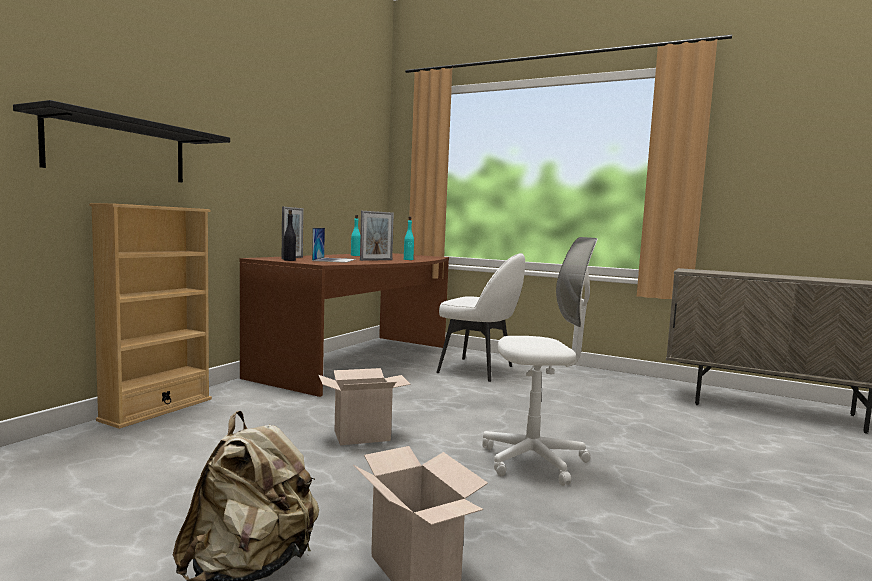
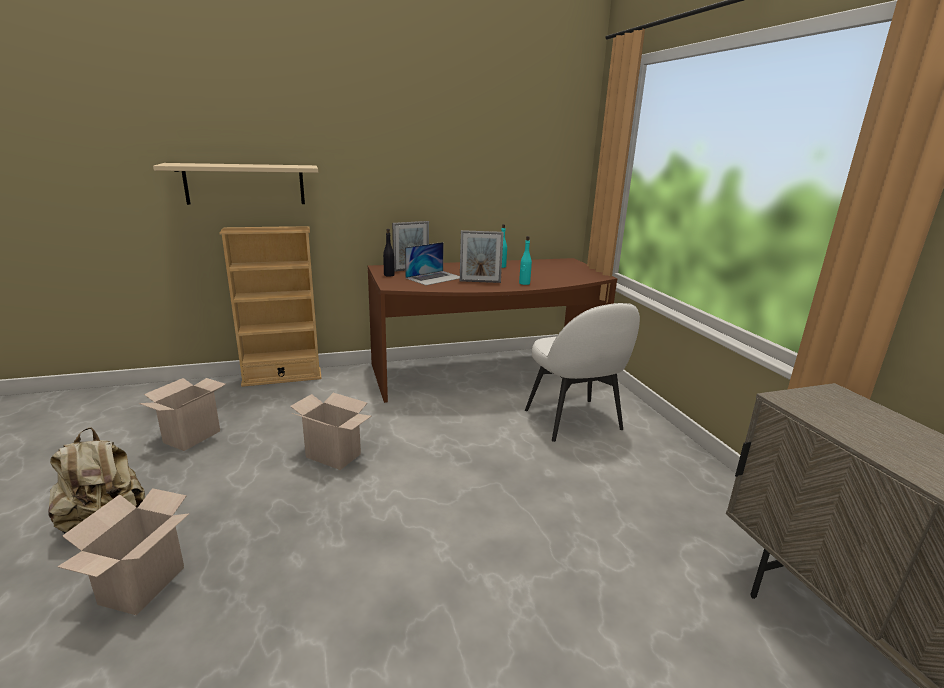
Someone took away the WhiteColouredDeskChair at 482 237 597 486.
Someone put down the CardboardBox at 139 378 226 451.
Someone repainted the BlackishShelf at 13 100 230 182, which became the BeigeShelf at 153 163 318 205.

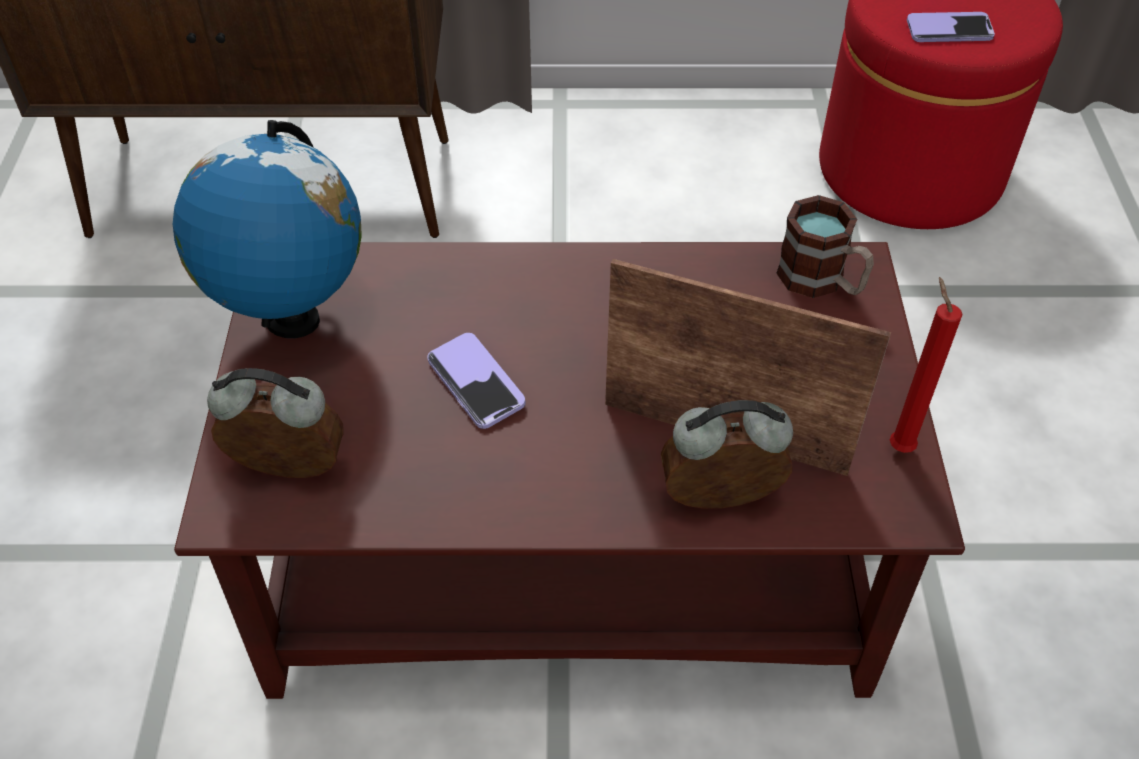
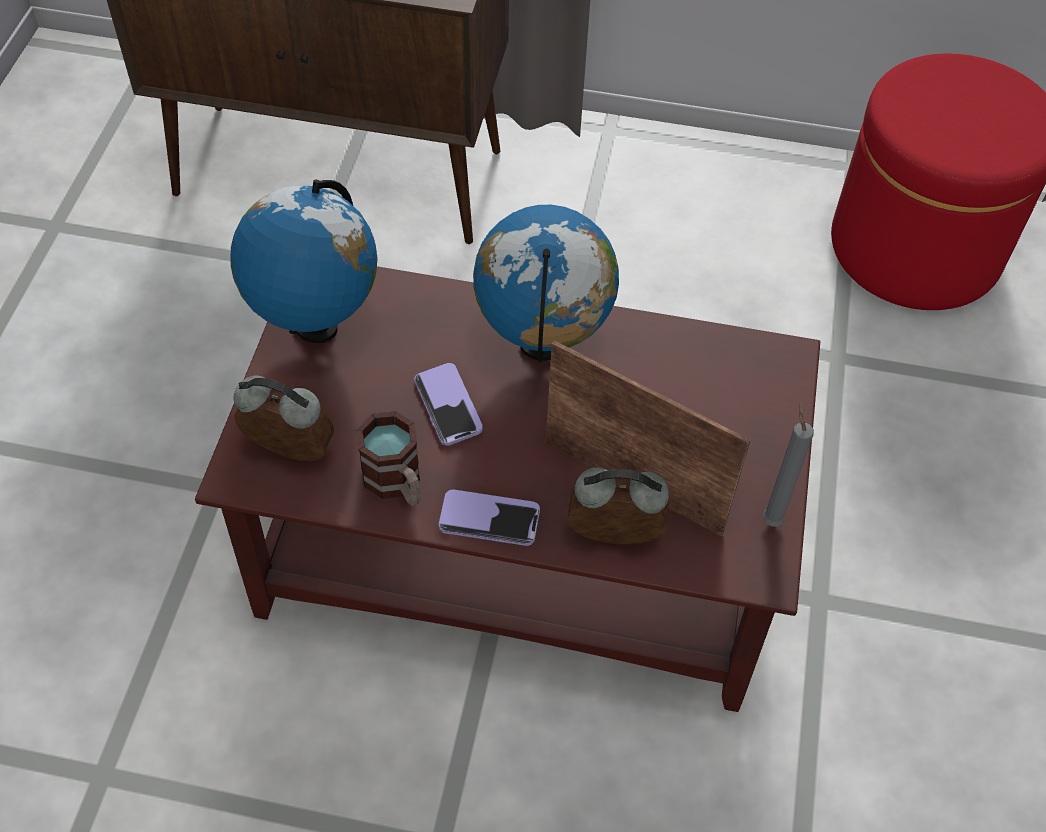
Someone put down the Globe at 473 205 619 362.
Someone carried the Mug from 776 195 874 298 to 356 411 420 506.
Someone carried the Phone from 907 12 995 42 to 439 489 540 546.
Someone repainted the RedWaxCandle at 890 277 963 453, which became the GreyishWaxCandle at 763 402 814 527.

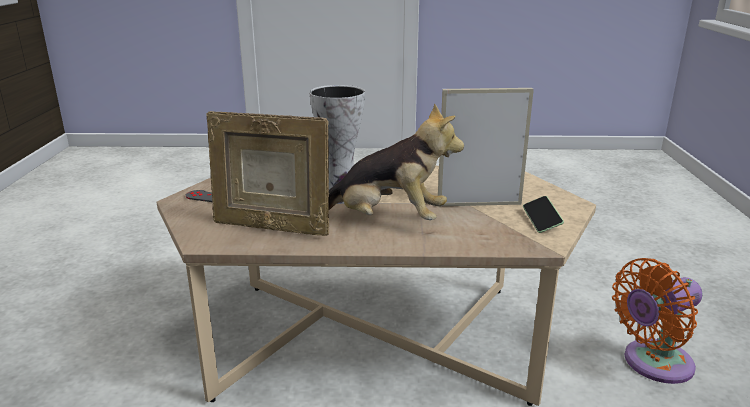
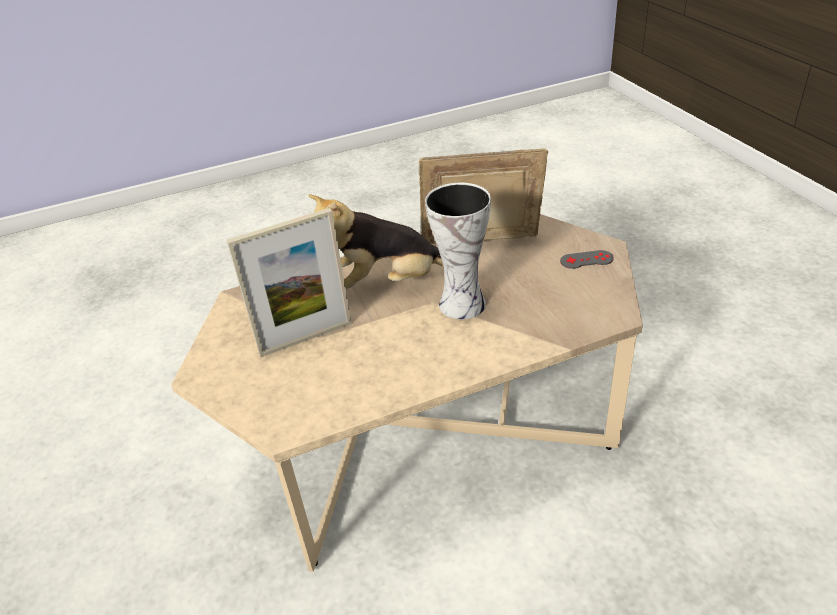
Someone took away the Phone at 523 196 564 233.
Someone took away the OrangeyCoolingFan at 612 258 702 384.

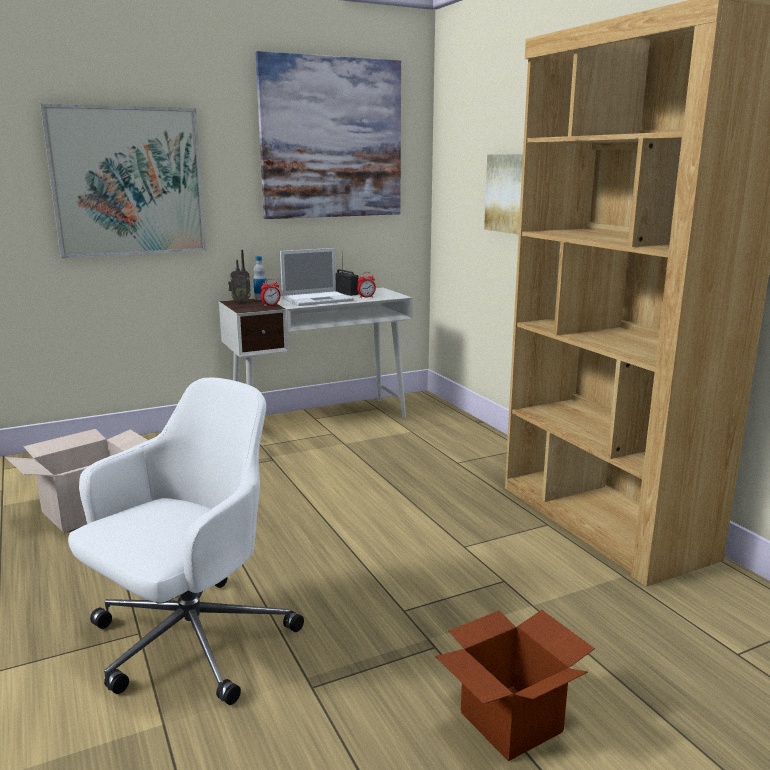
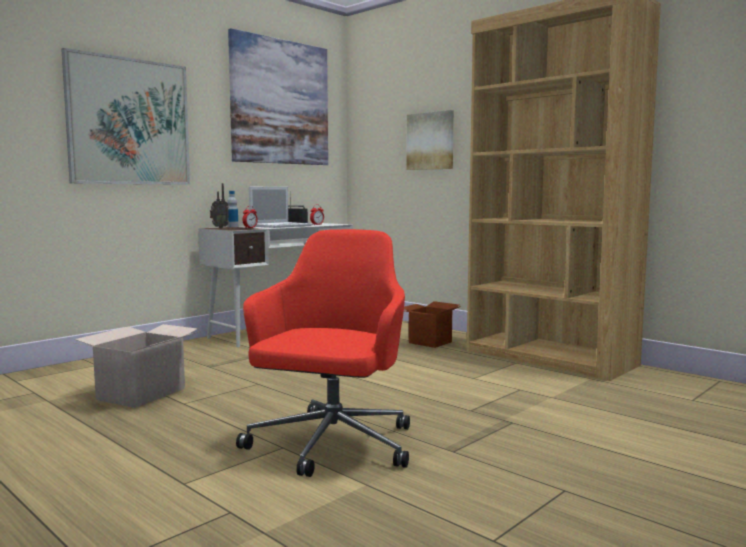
Someone carried the CardboardBox from 435 610 595 761 to 404 301 461 348.
Someone repainted the WhiteColouredDeskChair at 68 378 304 705, which became the RedDeskChair at 236 229 410 477.

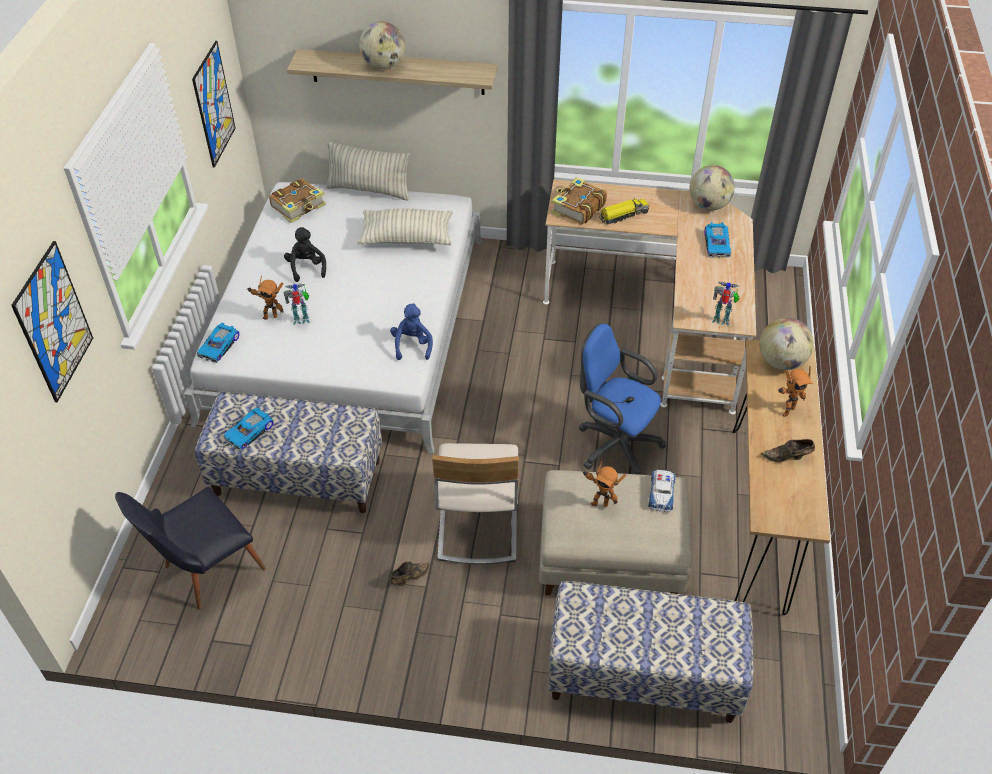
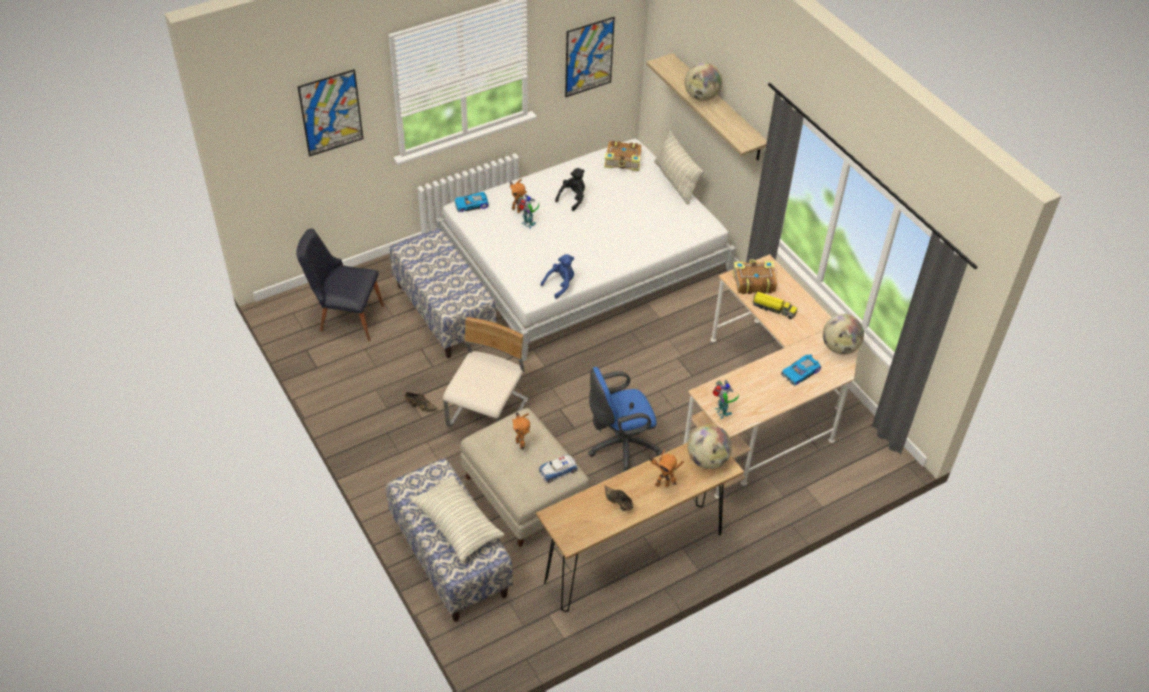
Someone took away the ModelCar at 224 407 274 451.
Someone carried the ThrowPillow from 358 208 453 245 to 410 474 505 562.
Someone rotated the BeigeChair at 432 443 519 564 by 150 degrees clockwise.
Someone rotated the BlueDeskChair at 579 323 666 475 by 105 degrees counterclockwise.

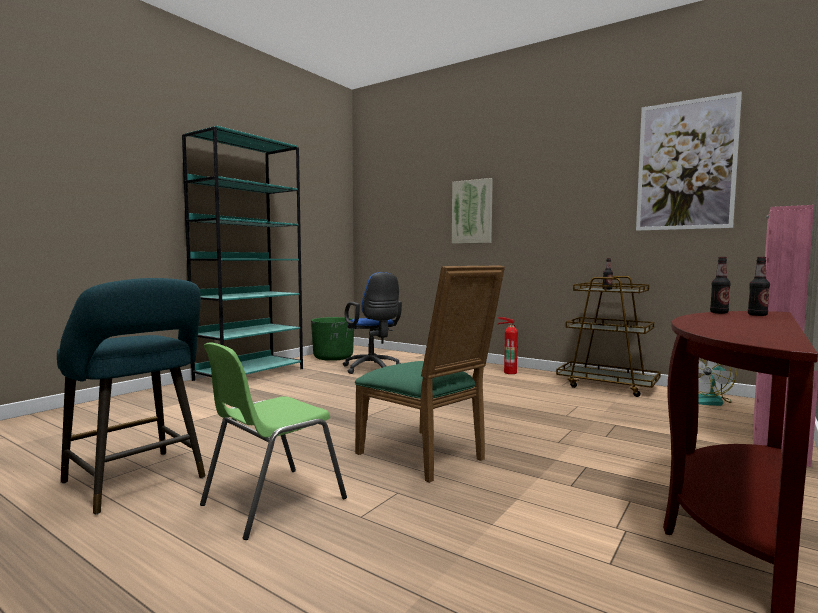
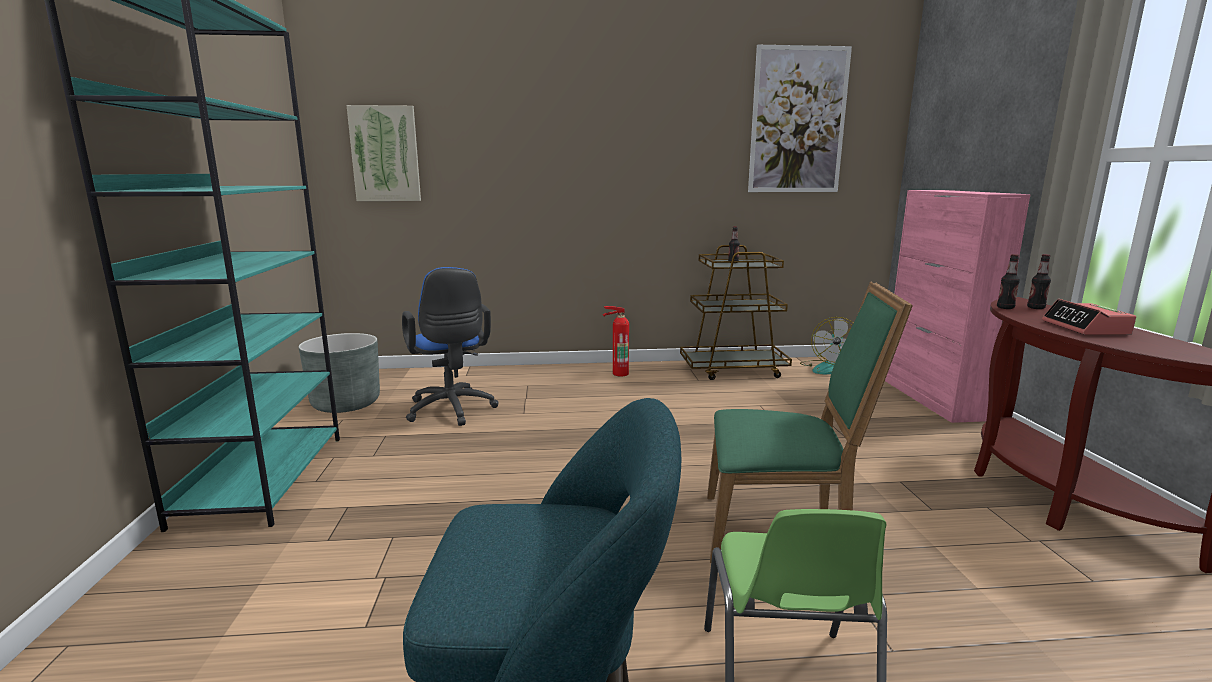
Someone put down the BedsideClock at 1042 299 1136 335.
Someone carried the Picture from 452 178 493 244 to 346 105 421 201.
Someone repainted the GreenishPlanter at 311 317 354 361, which became the GreyishPlanter at 299 333 380 413.
Someone rotated the BlueDeskChair at 343 272 402 374 by 45 degrees clockwise.

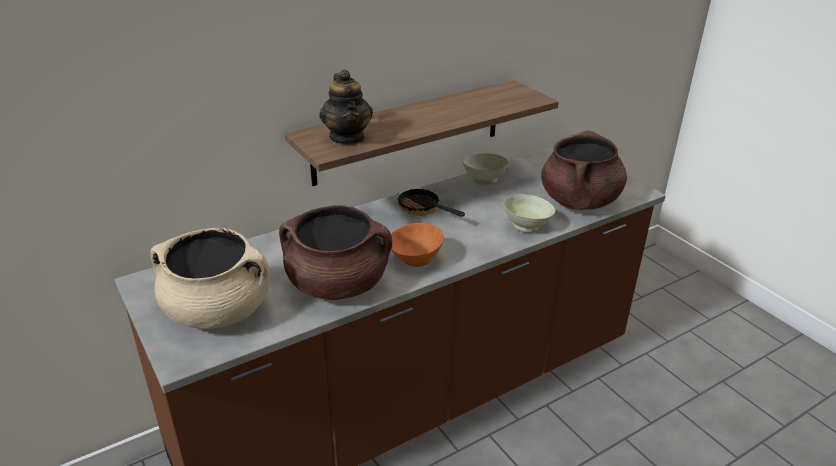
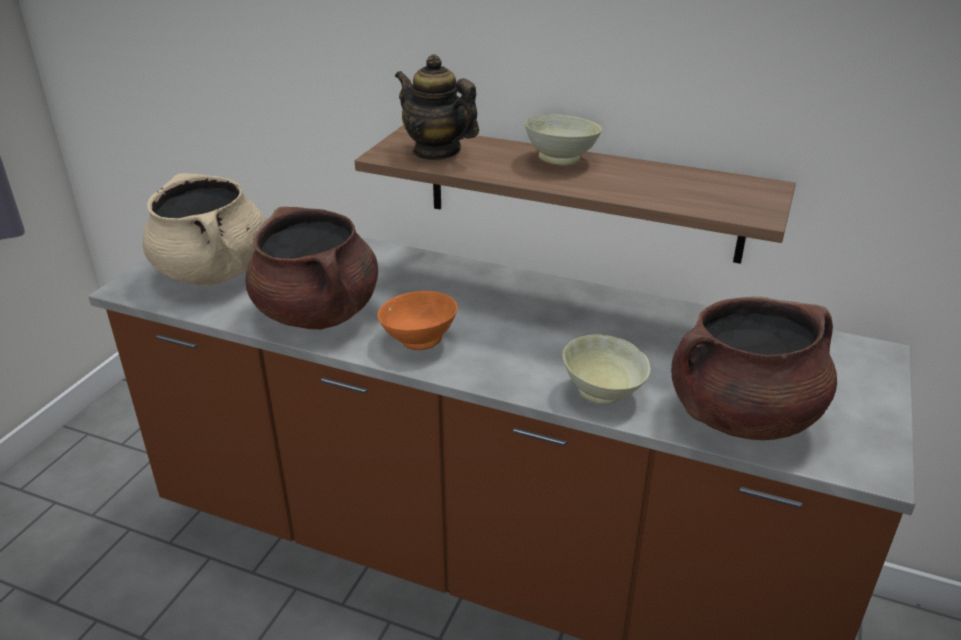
Someone took away the Skillet at 397 188 465 217.
Someone carried the BeigeBowl from 463 153 509 185 to 524 114 602 165.
Someone rotated the TeaPot at 319 70 373 145 by 90 degrees clockwise.

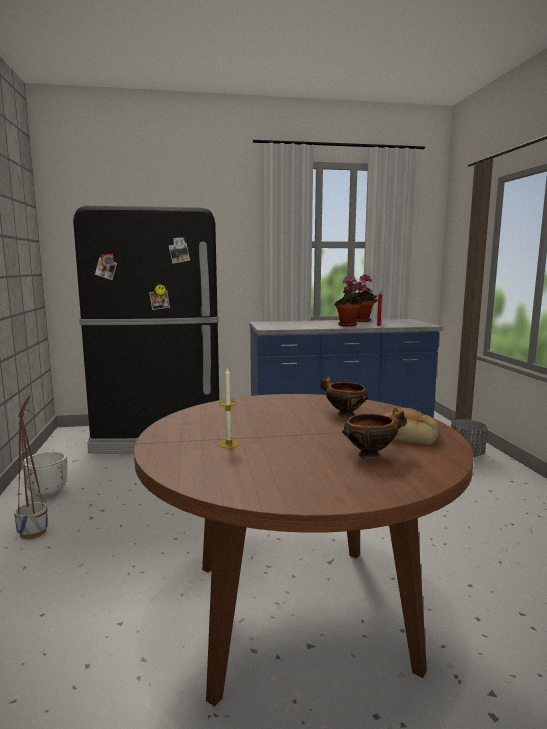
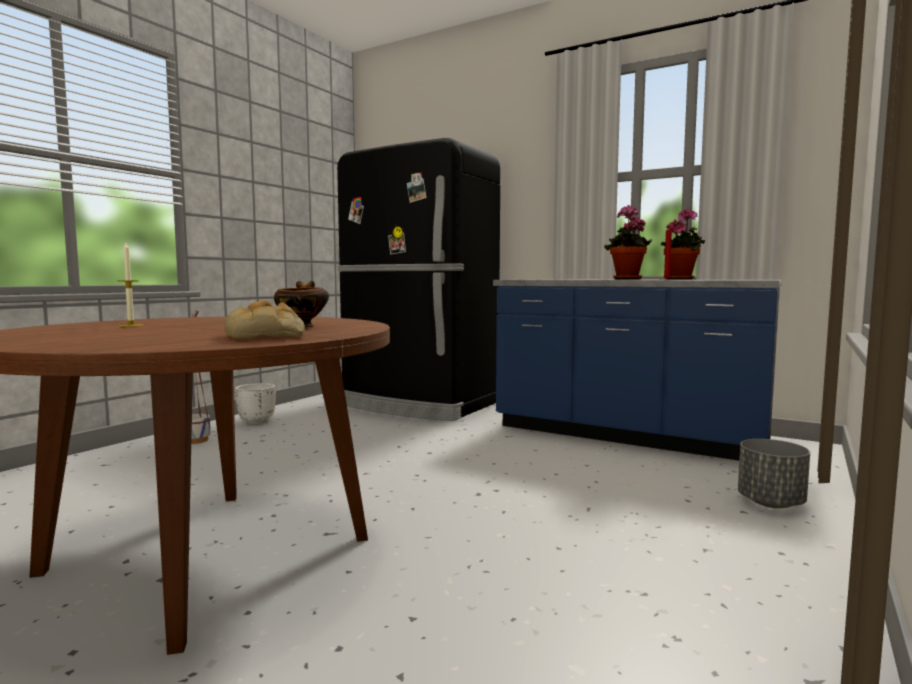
Someone took away the Bowl at 342 408 407 460.

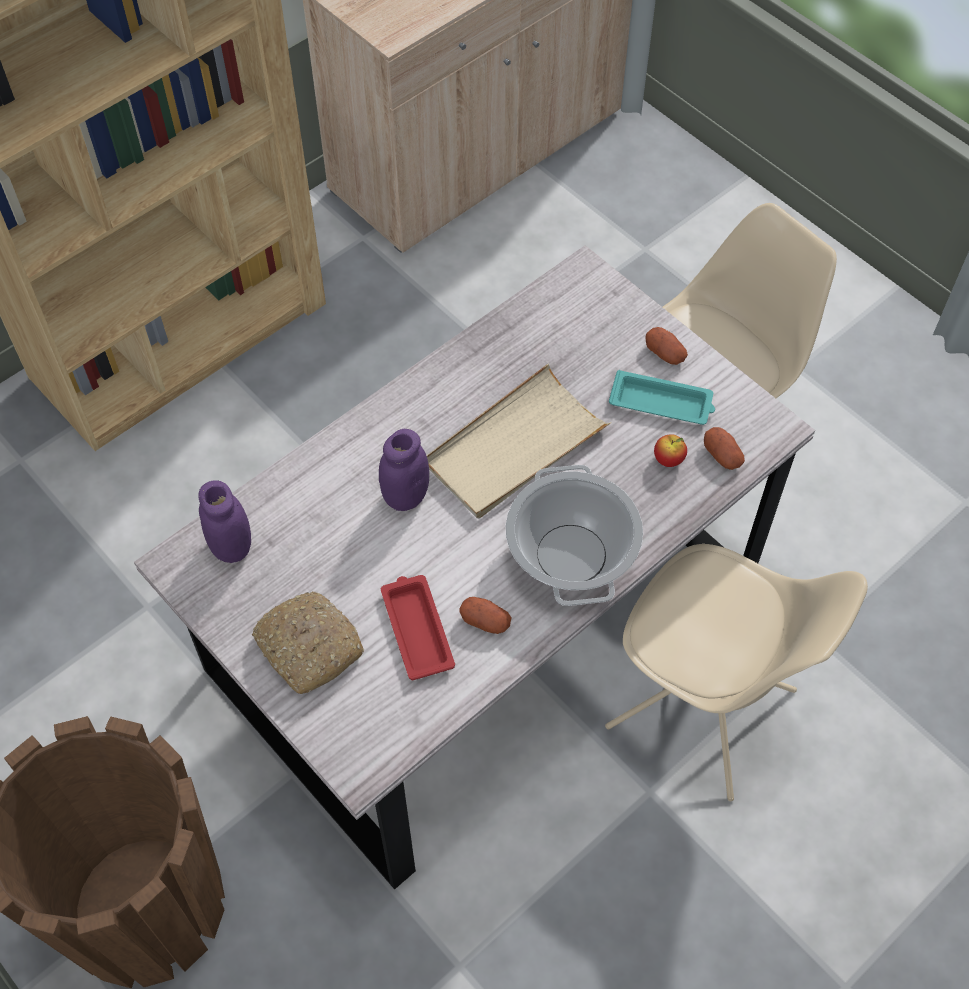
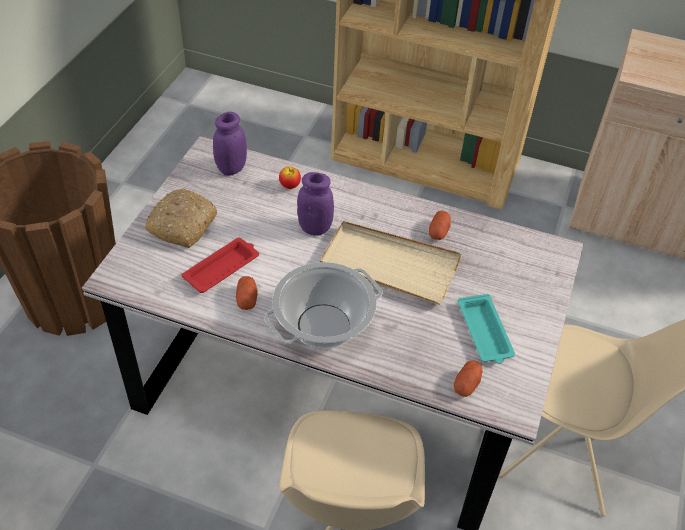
Someone carried the Potato from 645 327 688 365 to 429 210 451 240.
Someone carried the Apple from 654 434 687 467 to 279 166 301 189.

